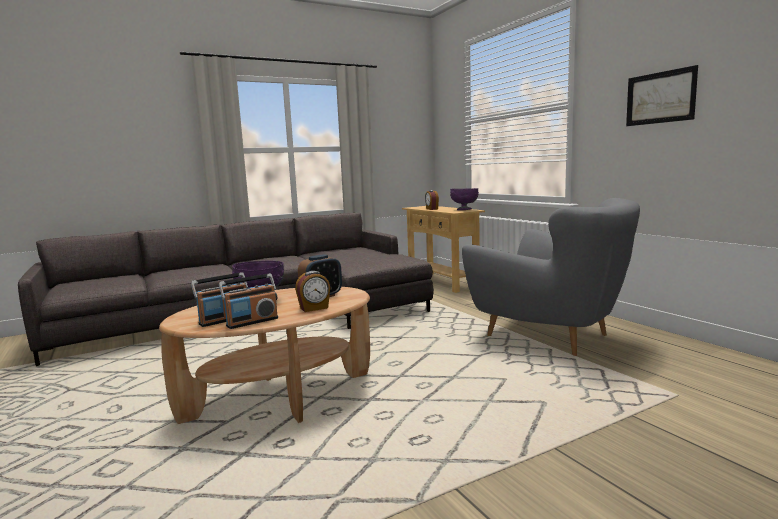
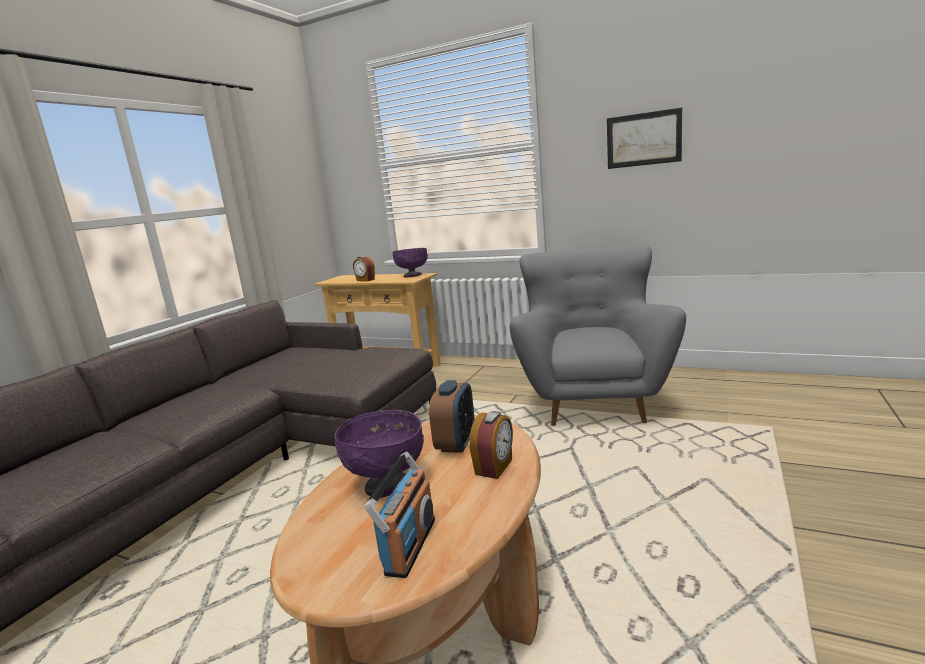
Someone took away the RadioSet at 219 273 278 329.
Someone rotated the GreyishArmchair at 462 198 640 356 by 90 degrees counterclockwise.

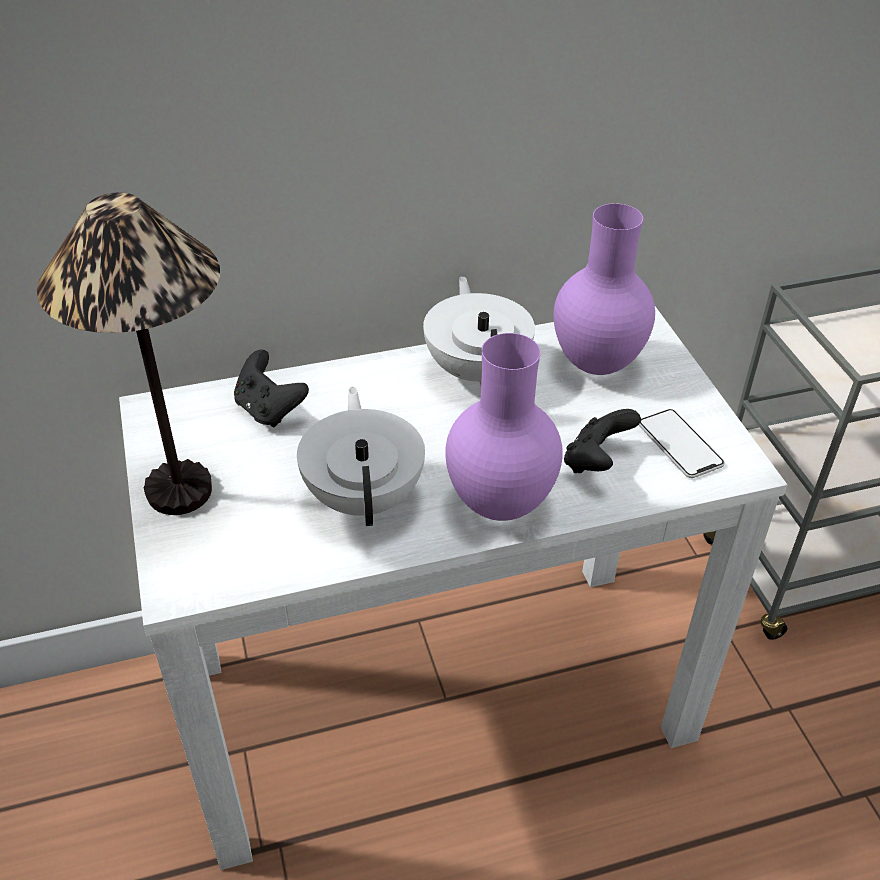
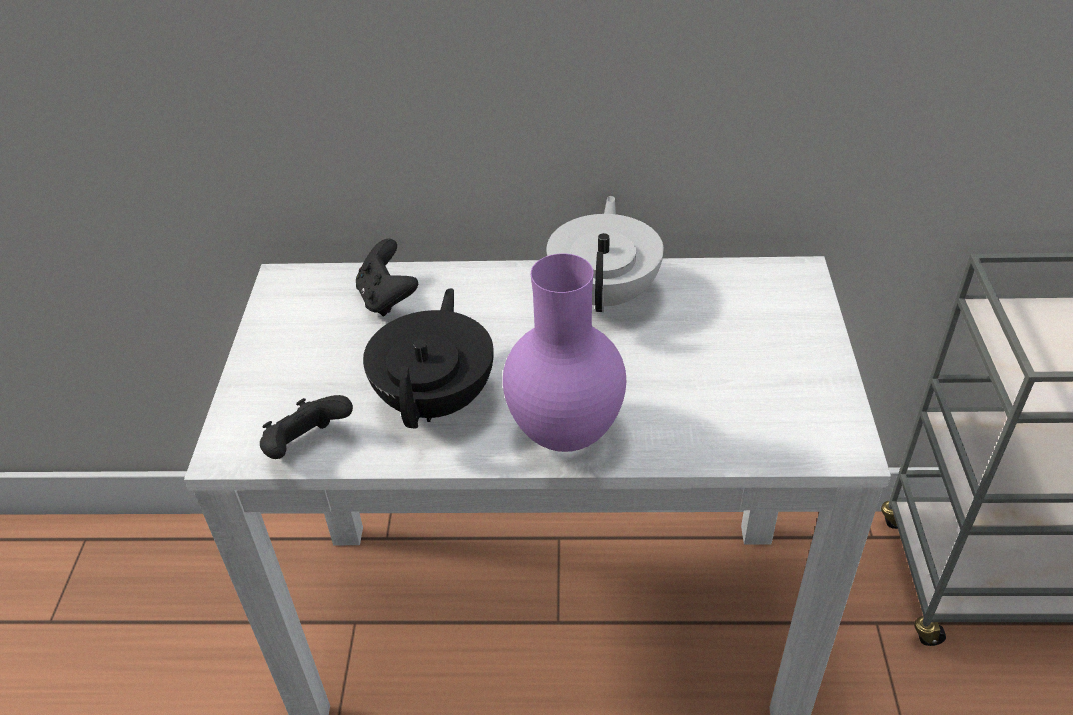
Someone took away the LampForATable at 37 192 220 515.
Someone took away the PurpleColouredVase at 554 203 655 375.
Someone took away the Phone at 639 409 725 478.
Someone carried the BlackishGameController from 564 409 641 473 to 260 395 353 459.
Someone repainted the WhiteColouredTeaPot at 297 387 425 526, which became the BlackishTeaPot at 363 288 494 429.

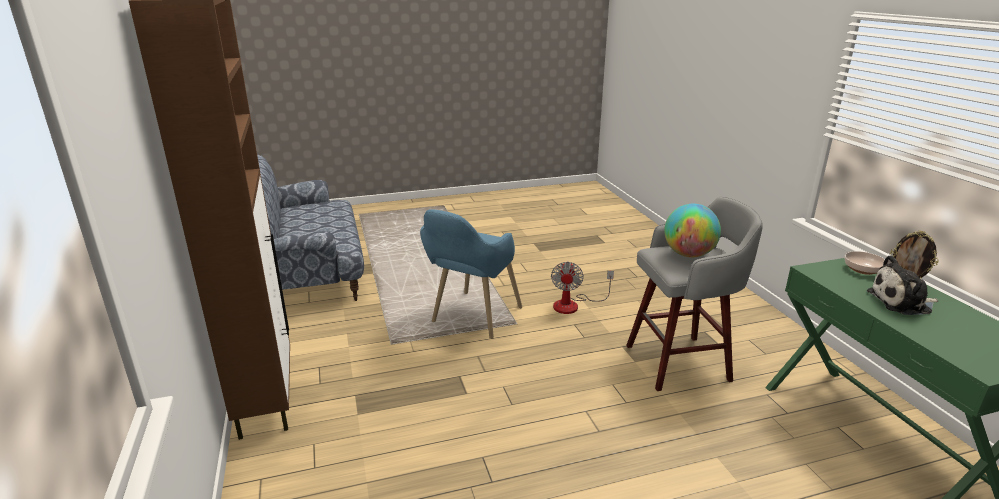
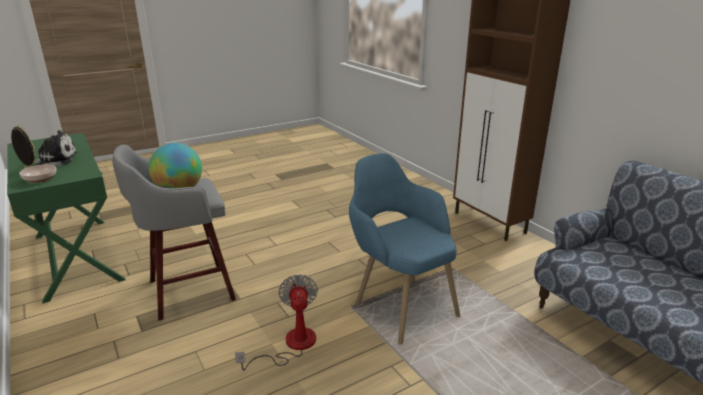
Someone rotated the BlueArmchair at 420 209 522 339 by 45 degrees counterclockwise.

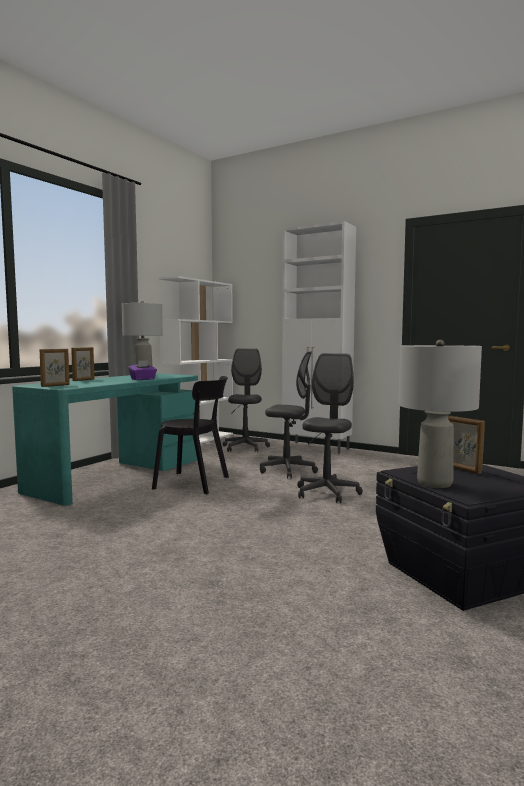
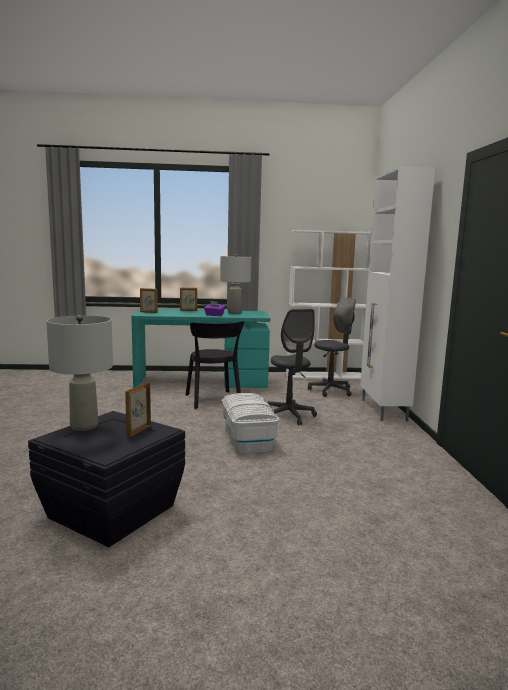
Someone swapped the GreyishDeskChair at 297 353 363 503 for the WhiteColouredStorageBin at 222 393 279 454.

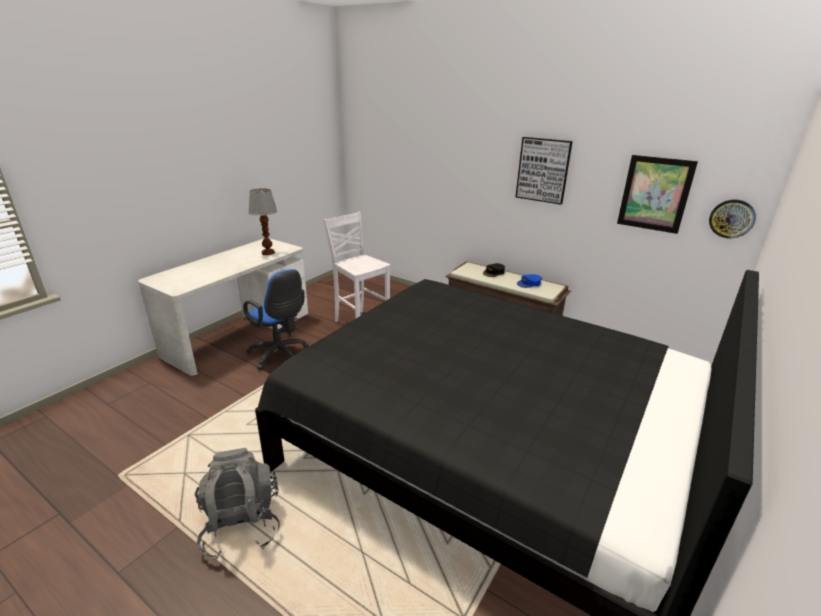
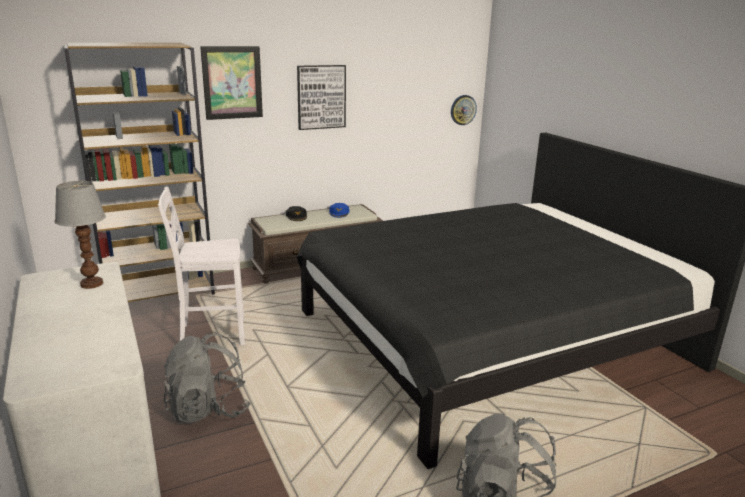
Someone put down the BrownBookshelf at 64 43 215 302.
Someone carried the Picture from 617 155 698 234 to 200 46 263 120.
Someone swapped the BlueDeskChair at 243 269 309 370 for the GreyishRucksack at 164 332 251 423.

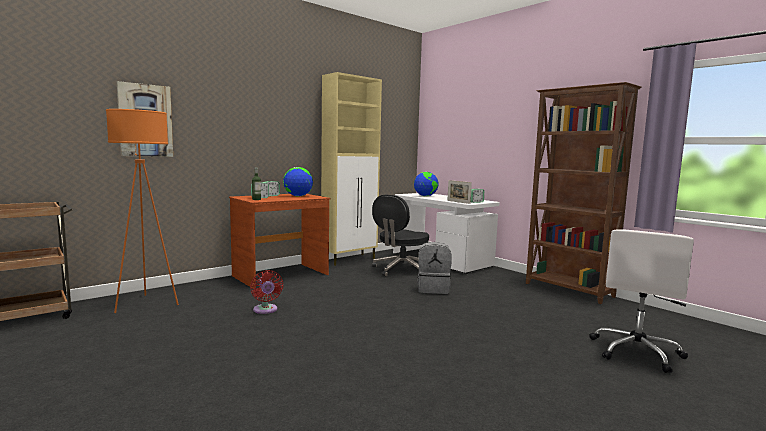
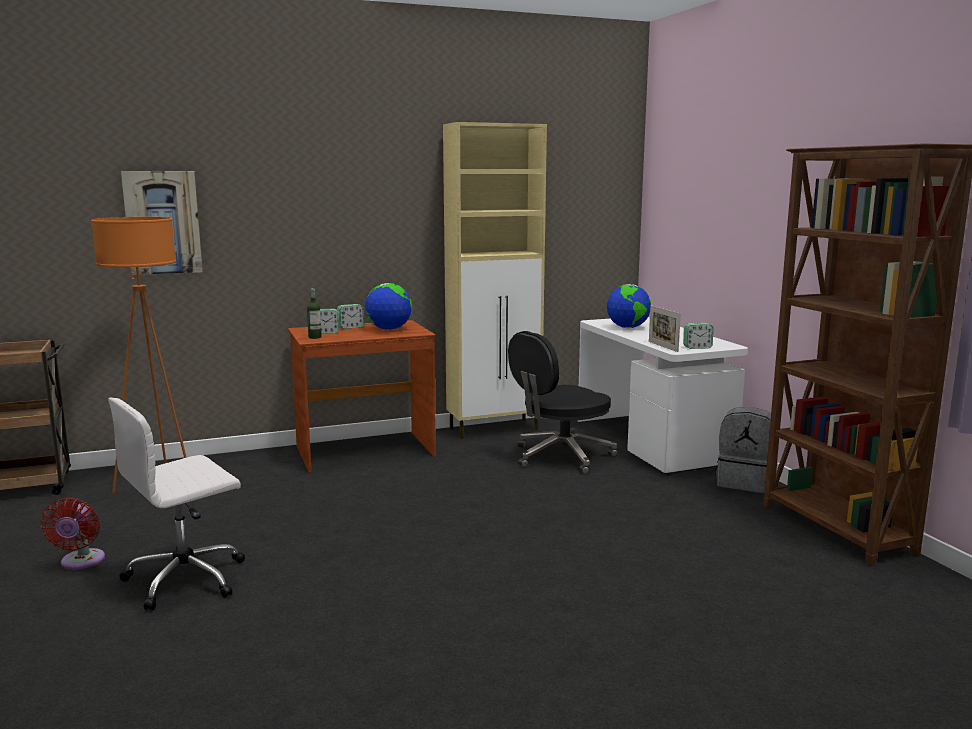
Someone carried the RedCoolingFan from 250 270 283 314 to 41 498 105 570.
Someone carried the GreyishRucksack from 417 242 452 294 to 716 407 771 493.
Someone carried the WhiteColouredDeskChair from 589 229 694 373 to 108 398 245 611.

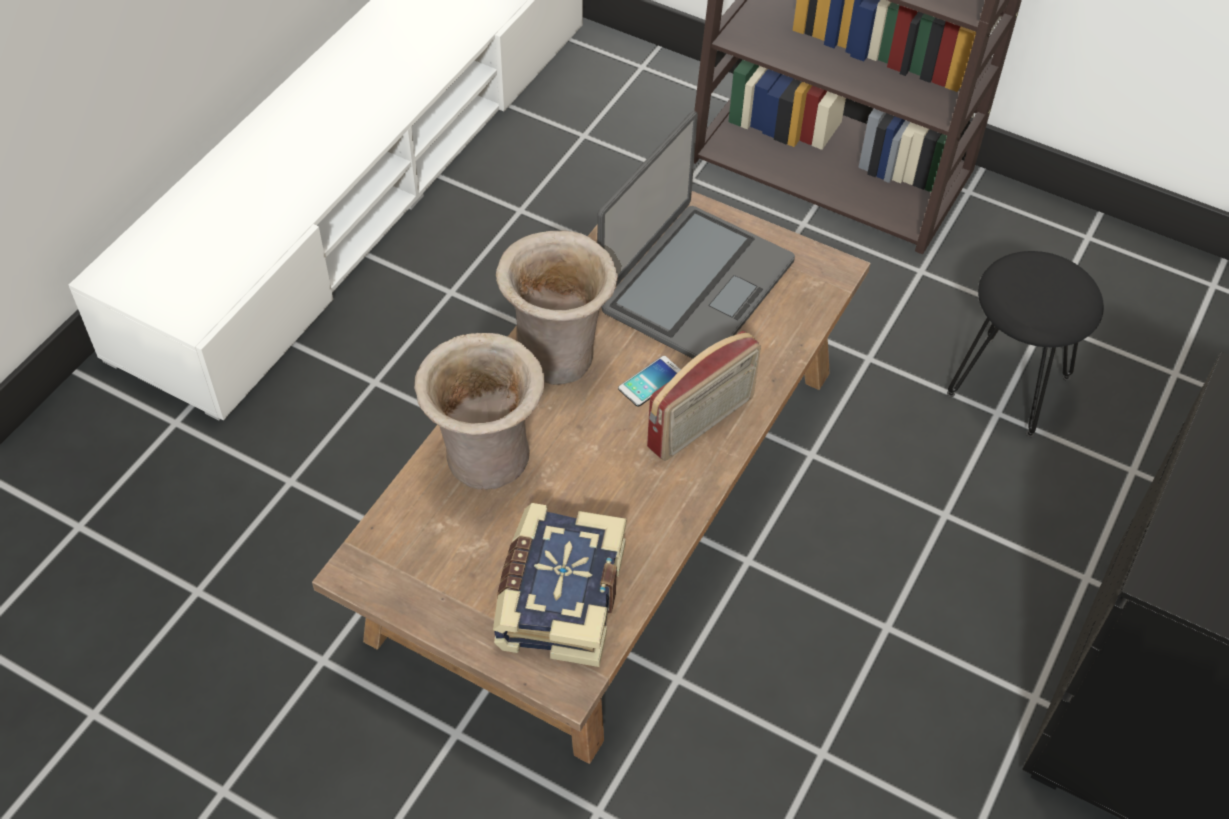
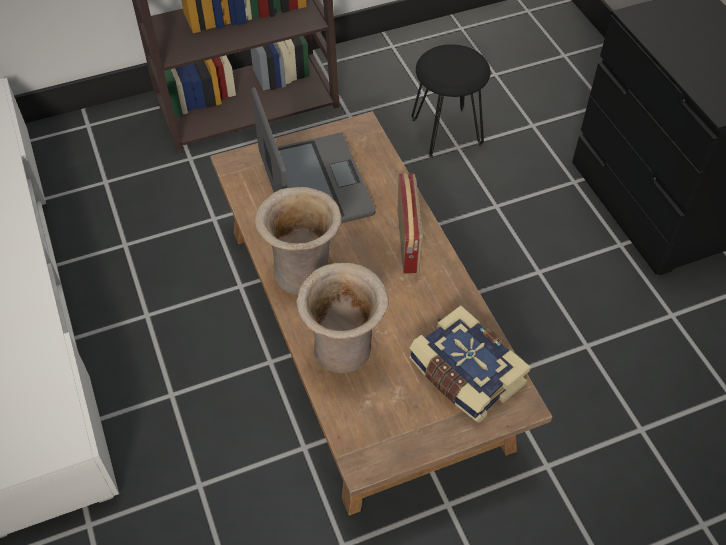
Someone took away the Phone at 618 356 681 407.

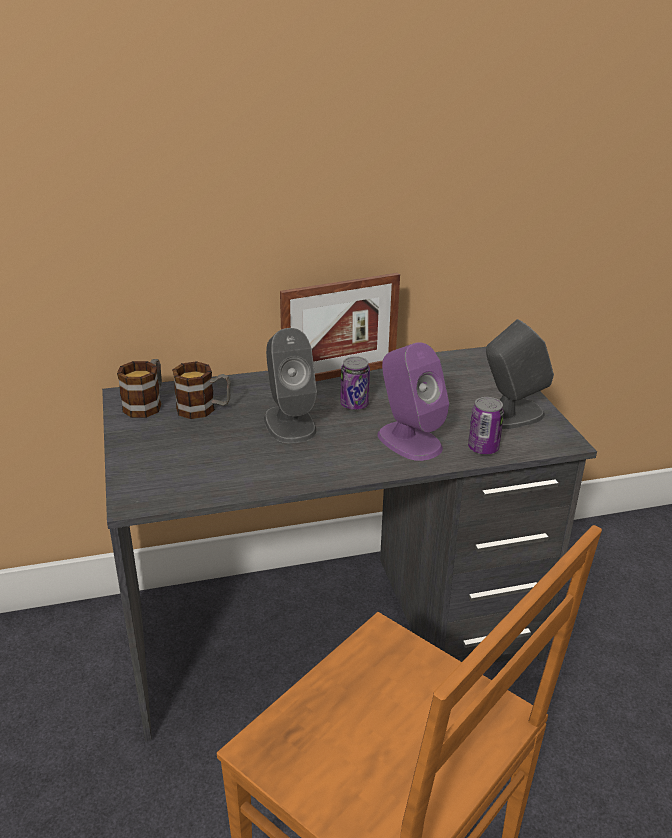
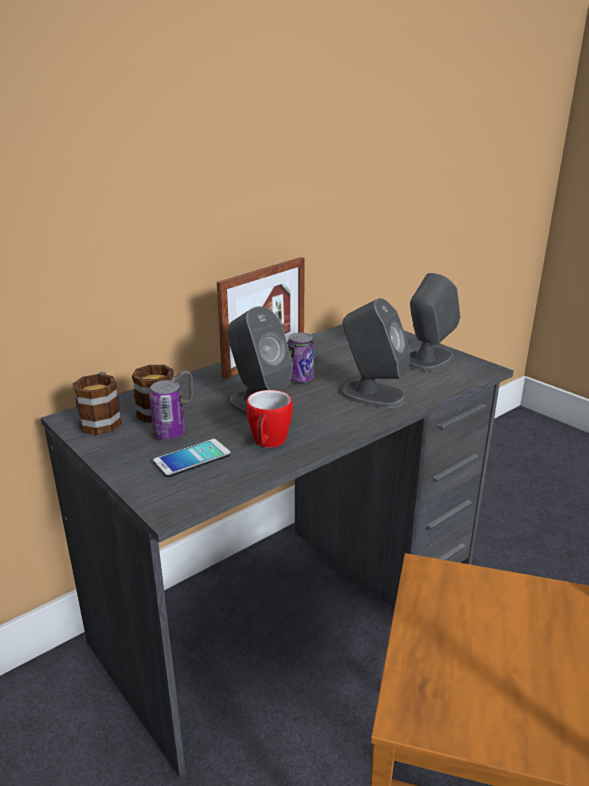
Someone put down the Phone at 153 439 231 477.
Someone put down the Mug at 246 390 293 448.
Someone carried the Can from 468 397 504 455 to 149 380 185 440.
Someone repainted the PurpleColouredAudioSpeaker at 378 342 449 461, which became the GreyishAudioSpeaker at 341 298 410 408.

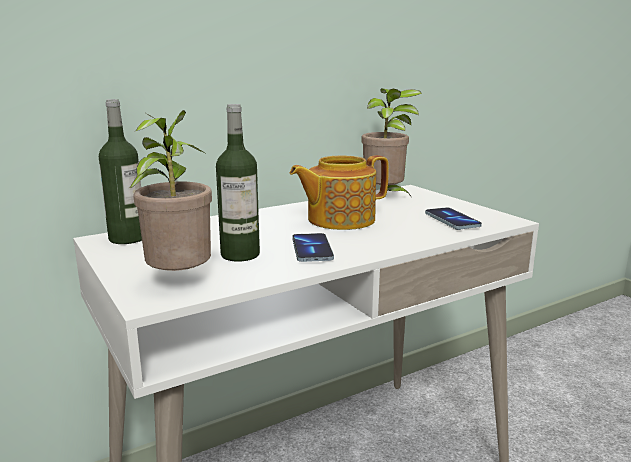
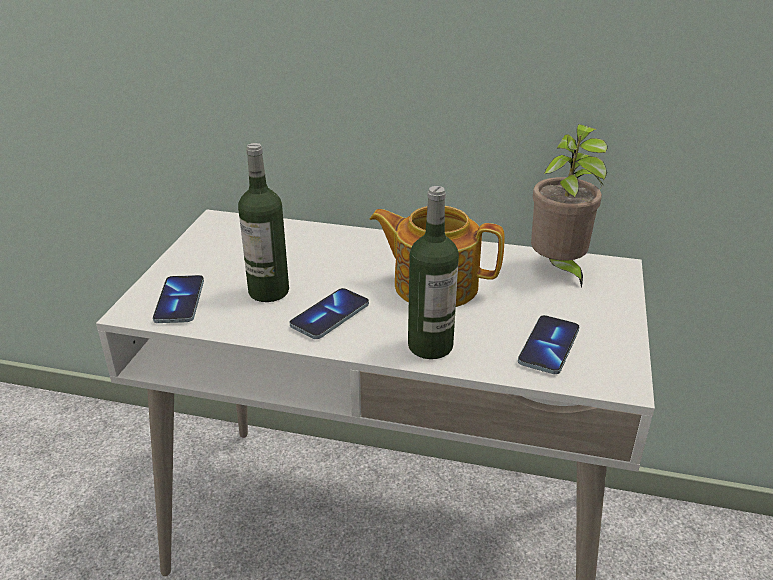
Someone carried the Bottle from 99 99 142 244 to 408 186 459 359.
Someone swapped the PlantInAPot at 130 110 212 271 for the Phone at 153 275 204 323.

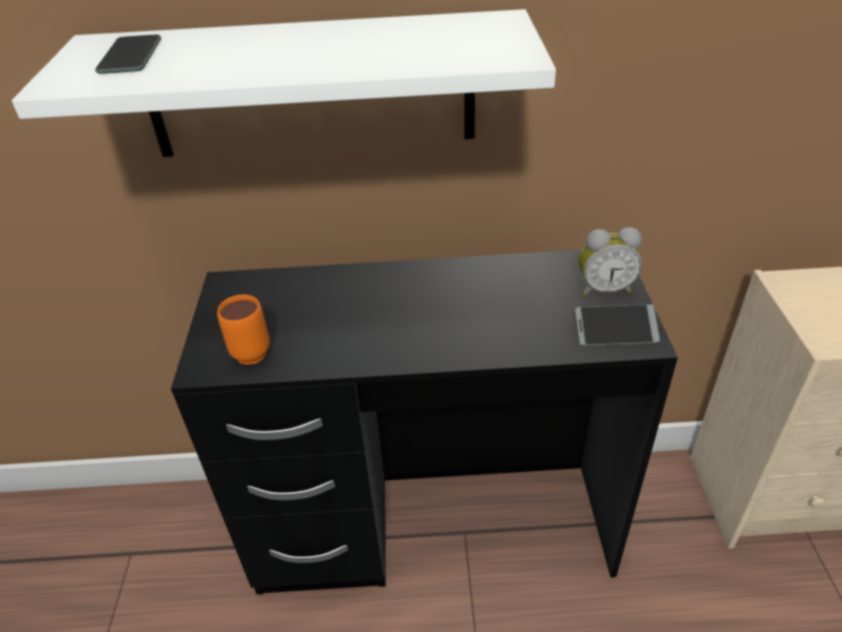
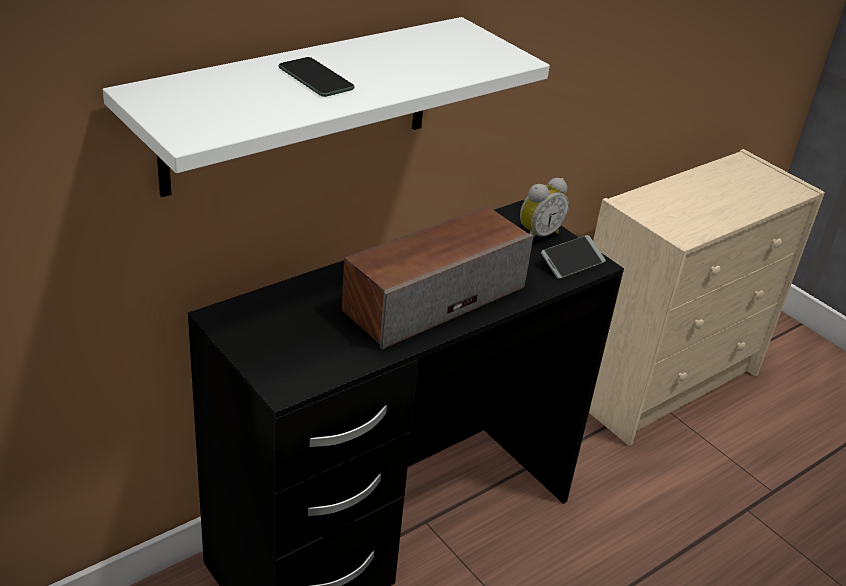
Someone took away the OrangeyMug at 217 295 270 365.
Someone put down the AudioSpeaker at 342 206 533 349.
Someone carried the Phone from 95 34 161 74 to 279 57 355 97.

